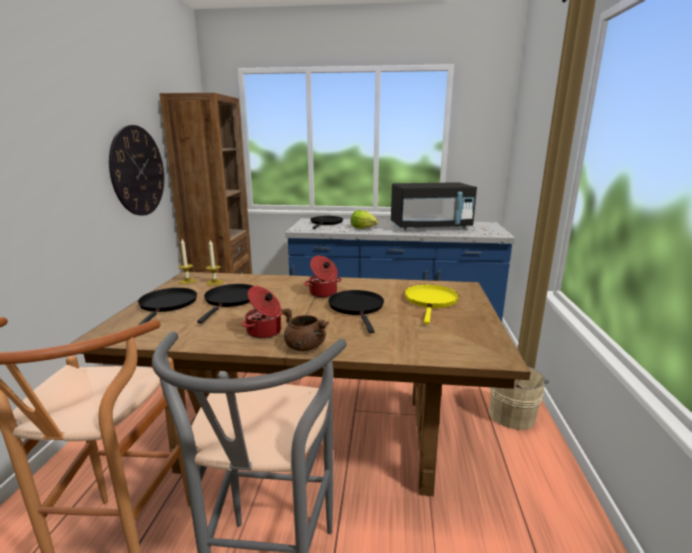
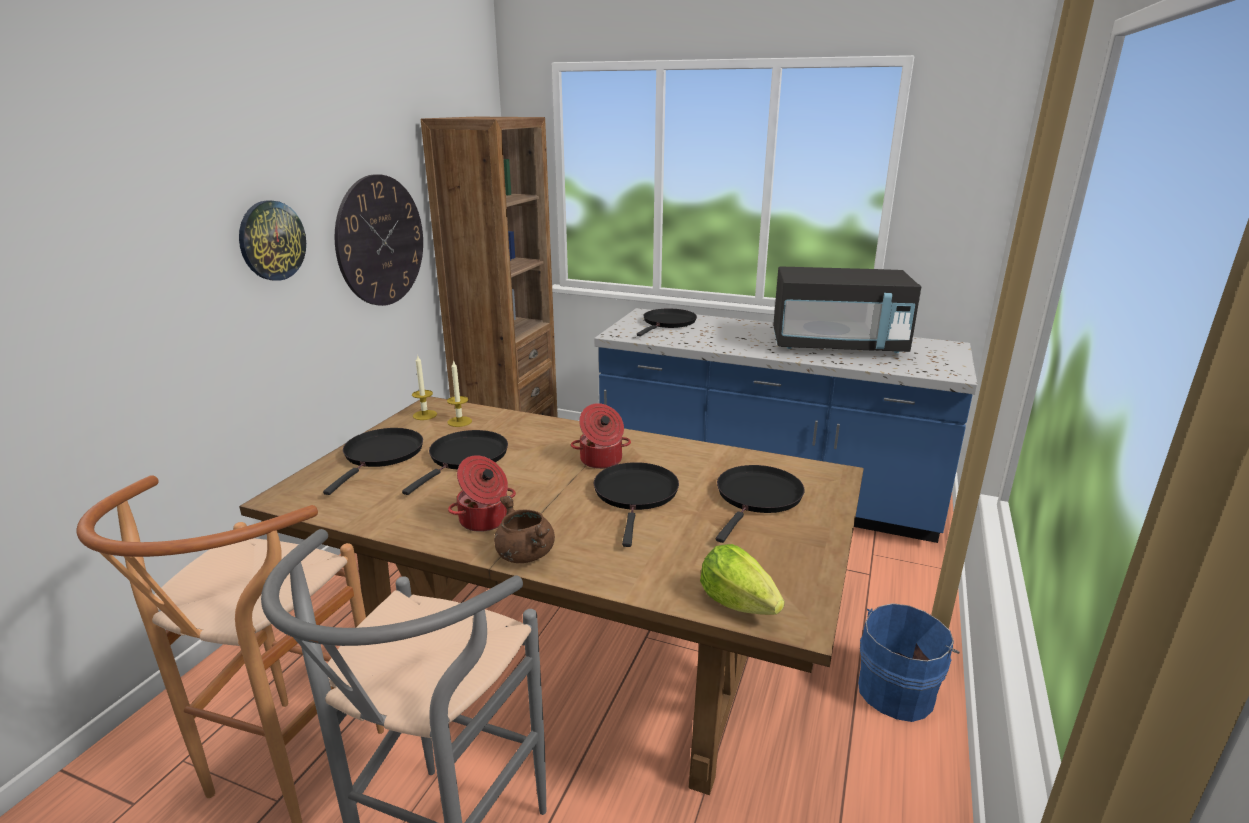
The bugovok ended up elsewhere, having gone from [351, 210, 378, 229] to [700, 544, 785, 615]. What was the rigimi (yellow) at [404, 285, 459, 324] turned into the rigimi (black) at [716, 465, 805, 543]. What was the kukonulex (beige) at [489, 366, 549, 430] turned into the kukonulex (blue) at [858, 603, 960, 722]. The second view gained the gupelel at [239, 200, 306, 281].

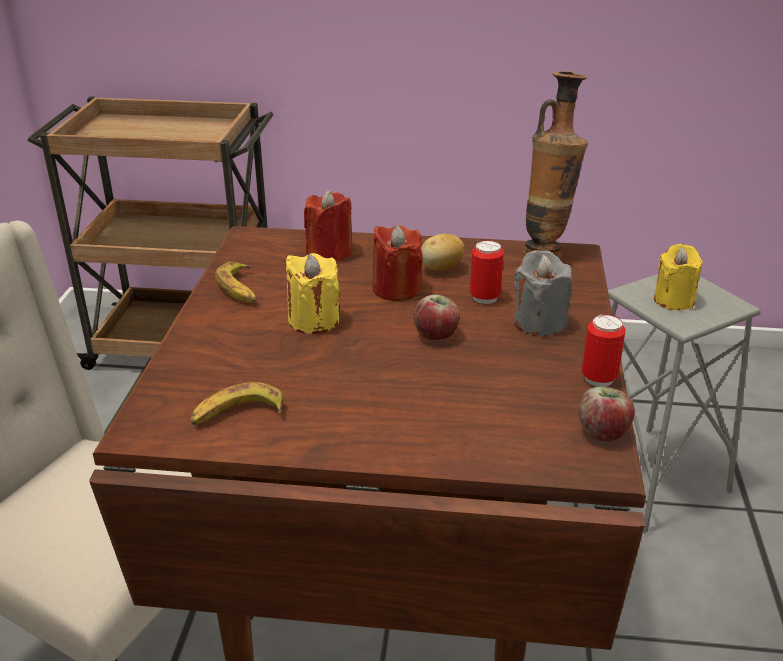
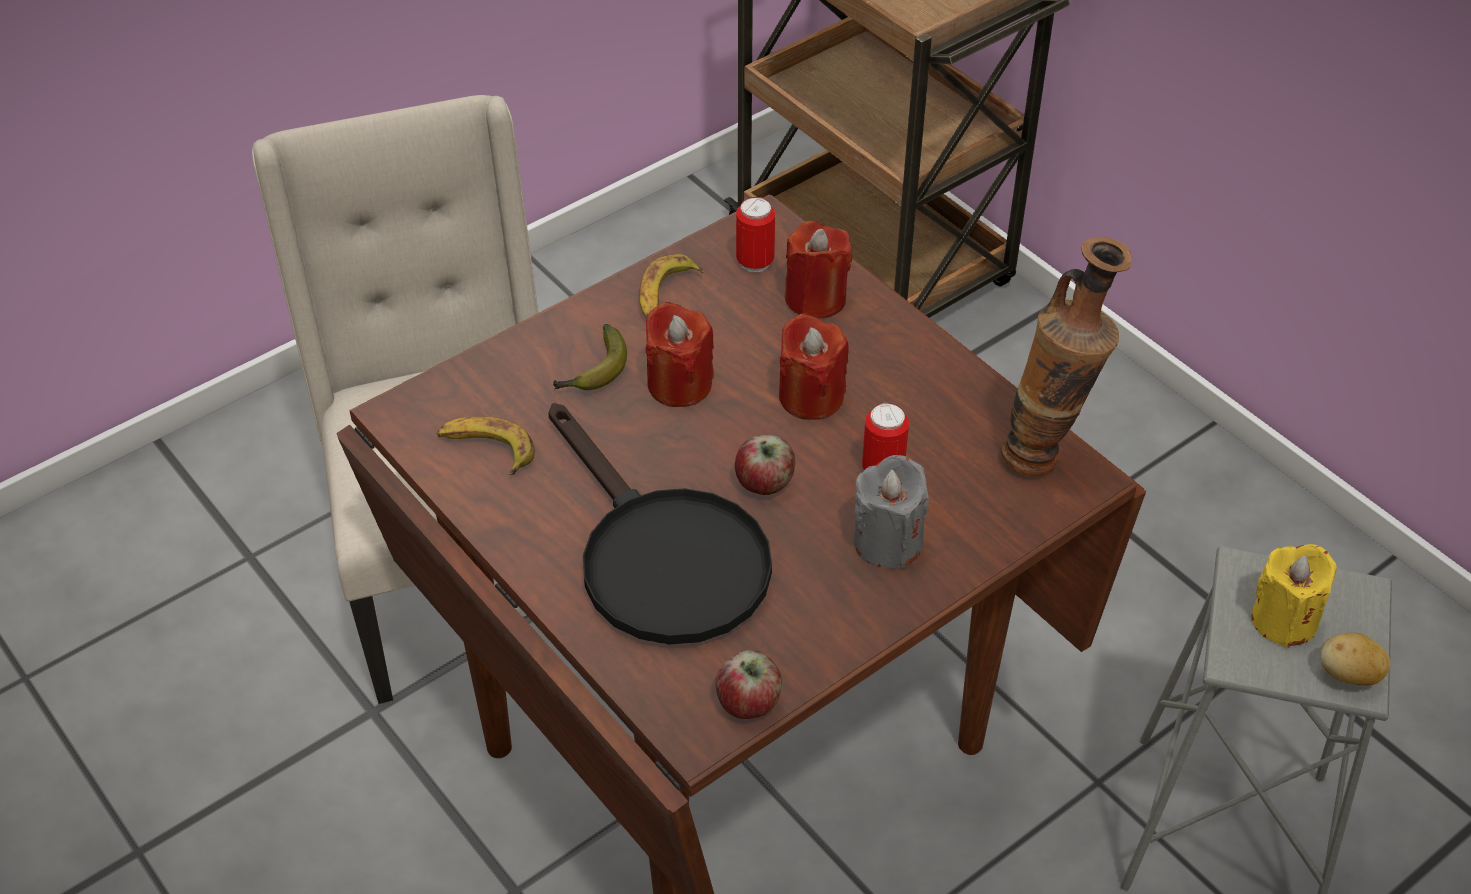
What was the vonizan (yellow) at [286, 253, 340, 334] turned into the vonizan (red) at [646, 302, 714, 407]. The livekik ended up elsewhere, having gone from [421, 234, 464, 270] to [1320, 633, 1391, 686]. The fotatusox ended up elsewhere, having gone from [582, 314, 626, 387] to [736, 197, 775, 272]. The second view gained the rigimi (black) at [548, 403, 772, 645]. The second view gained the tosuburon at [553, 324, 627, 390].

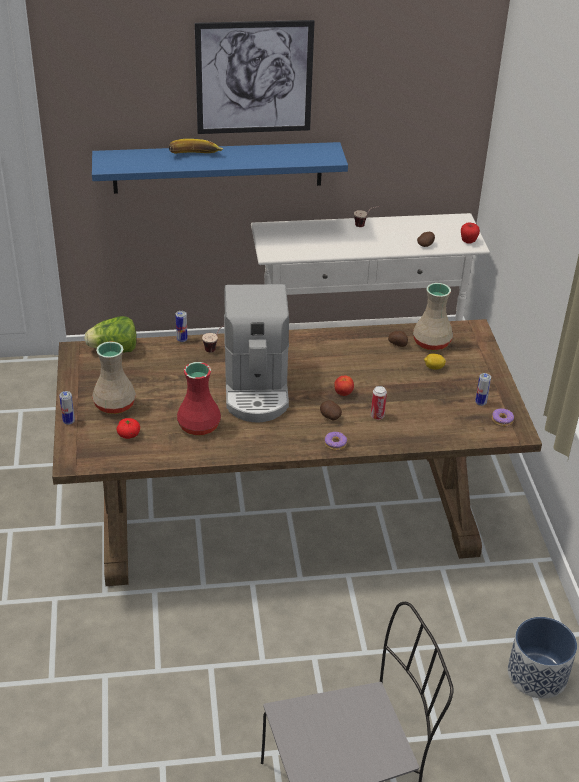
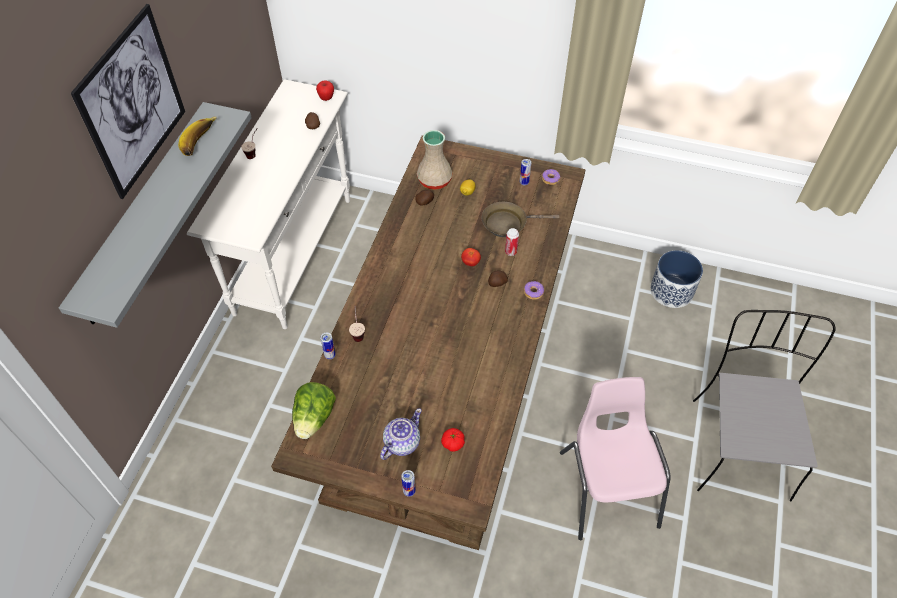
What was the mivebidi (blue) at [92, 142, 348, 194] turned into the mivebidi (grey) at [59, 102, 252, 328]. Where the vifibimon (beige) stood at [92, 341, 136, 414], the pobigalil came to stand at [380, 408, 422, 460]. The tosuburon ended up elsewhere, having gone from [169, 139, 223, 153] to [178, 116, 217, 156]. The second view lost the vifibimon (red) at [177, 362, 221, 436]. The second view lost the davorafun at [224, 284, 289, 423]. The second view gained the rigimi (brown) at [481, 202, 560, 237]. The second view gained the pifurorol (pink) at [560, 377, 671, 540].

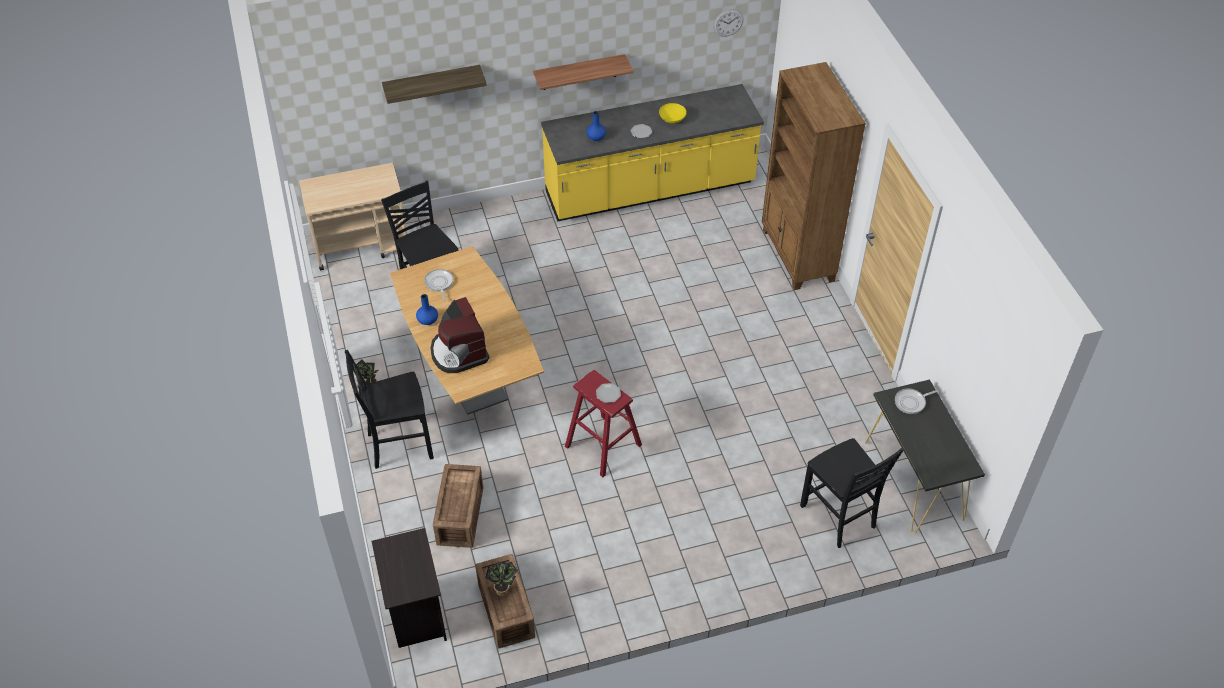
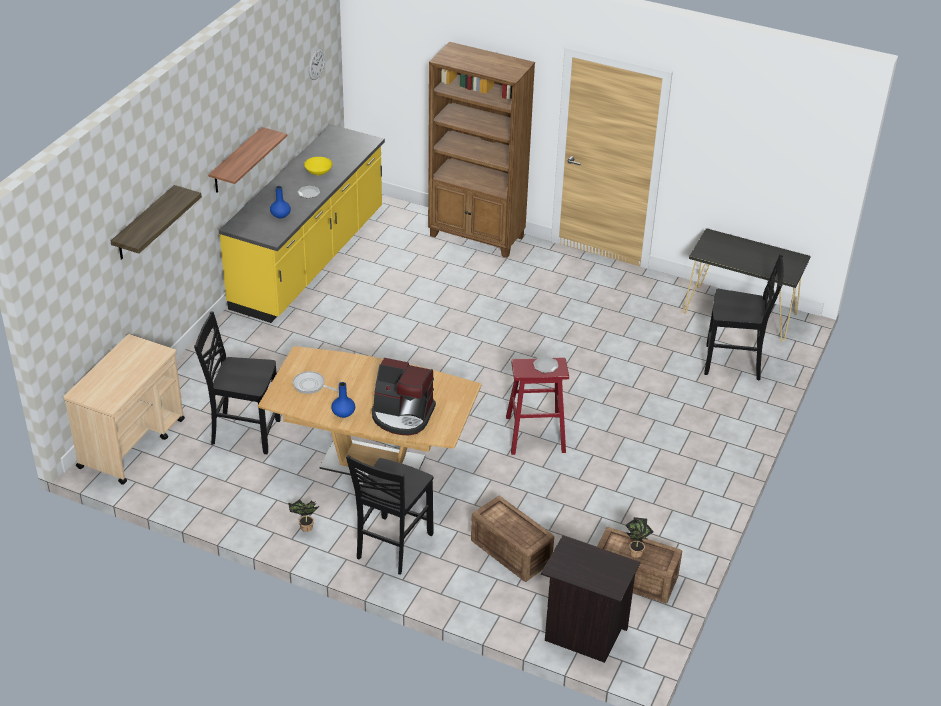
The second view lost the rigimi at [895, 388, 939, 414].

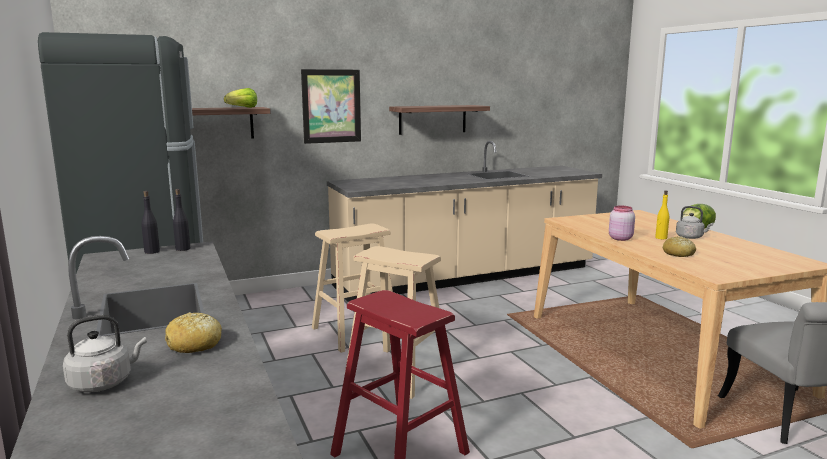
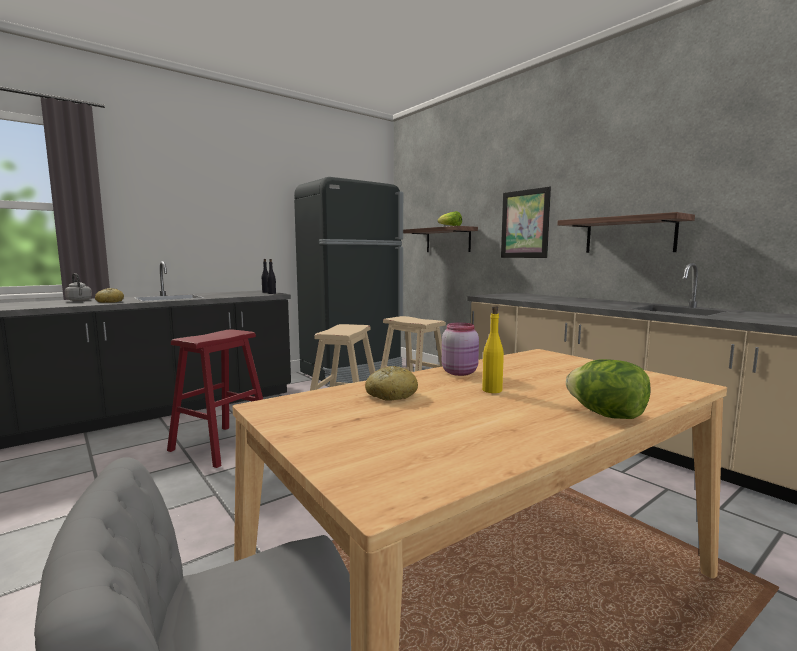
The second view lost the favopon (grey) at [676, 206, 713, 239].

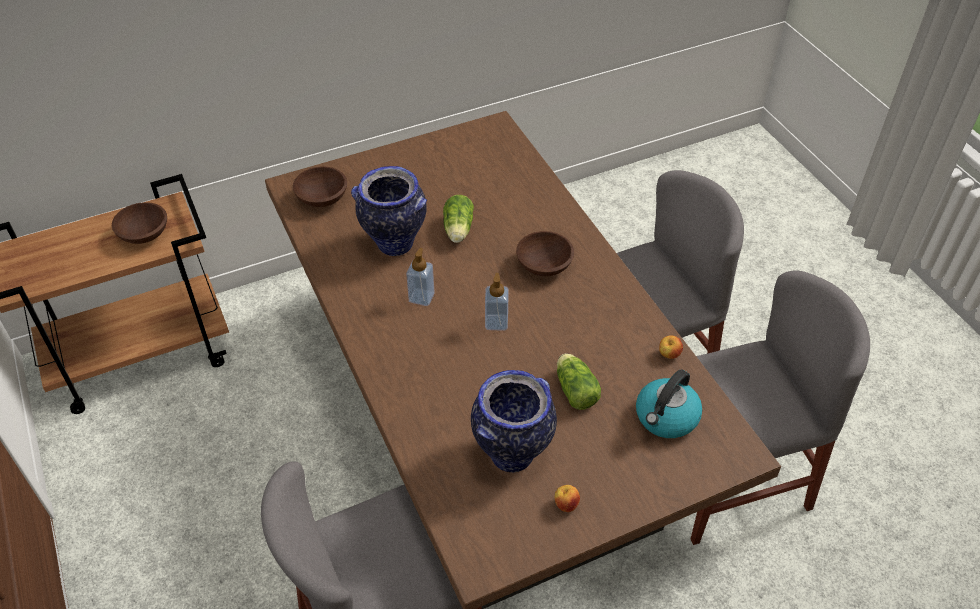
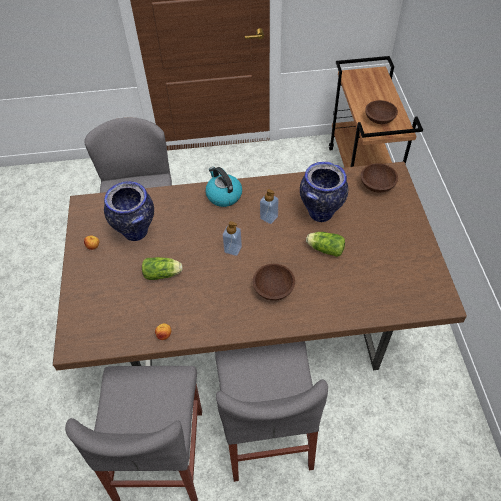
The favopon ended up elsewhere, having gone from [636, 369, 702, 438] to [205, 167, 242, 207].

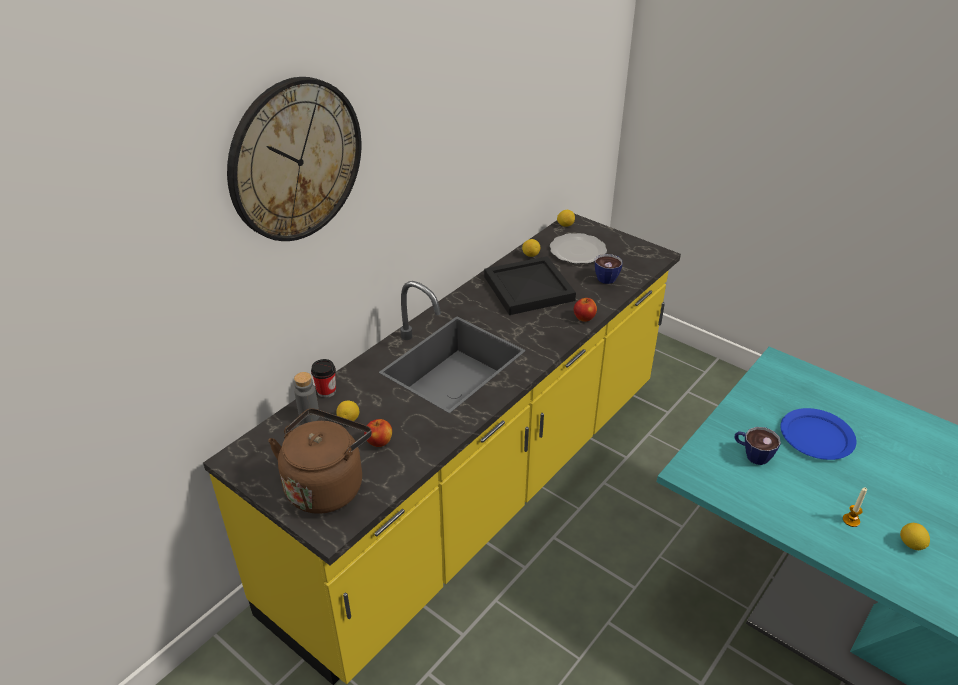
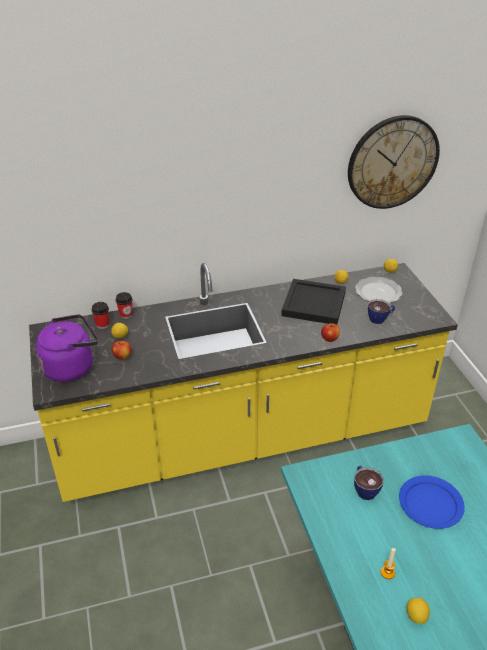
The gupelel ended up elsewhere, having gone from [227, 77, 361, 241] to [348, 115, 440, 209]. What was the favopon (brown) at [268, 408, 372, 514] turned into the favopon (purple) at [35, 314, 98, 382]. Where the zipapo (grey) stood at [294, 372, 320, 423], the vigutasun came to stand at [92, 302, 109, 329].

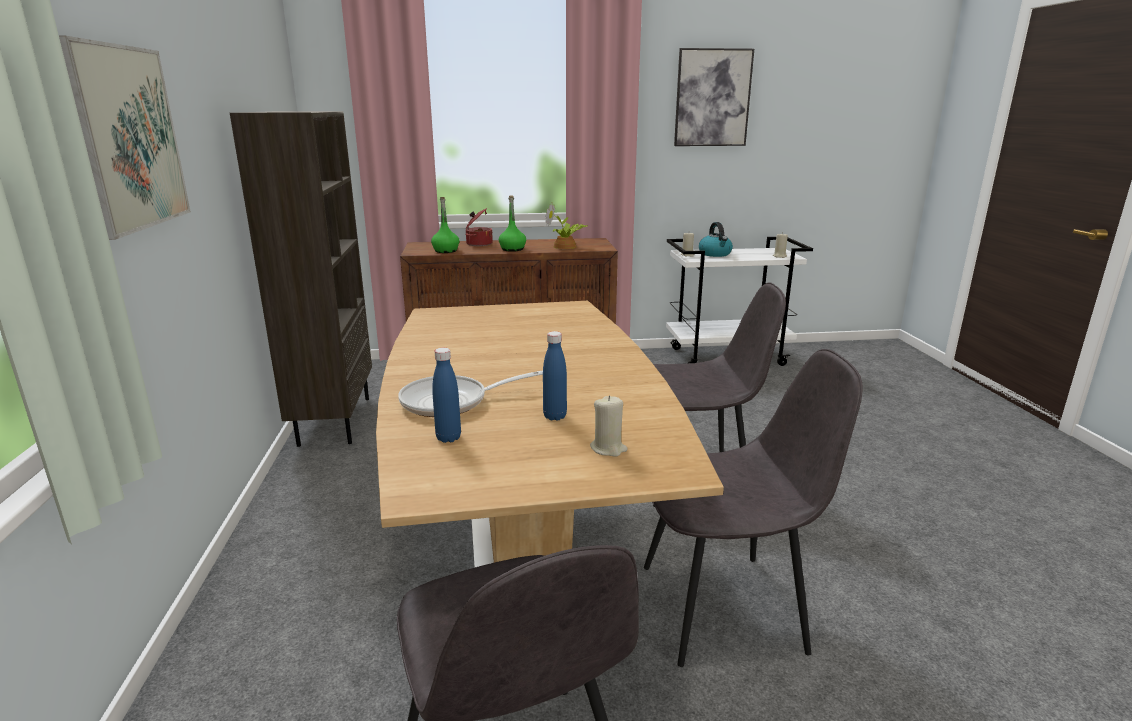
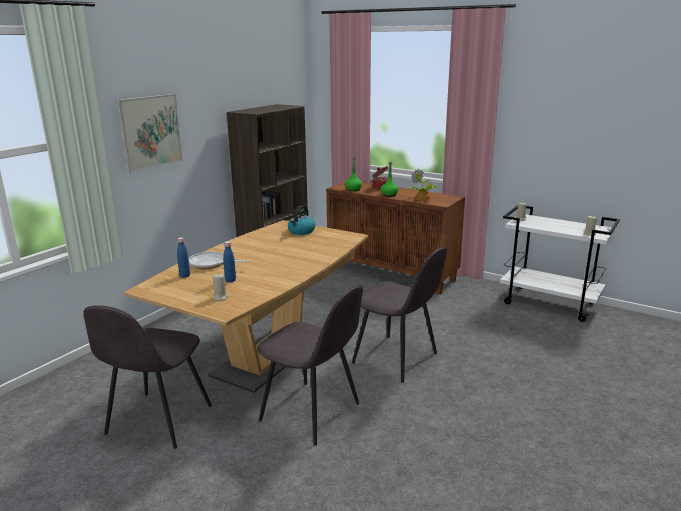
The second view lost the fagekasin at [674, 48, 754, 146]. The favopon ended up elsewhere, having gone from [699, 222, 733, 257] to [288, 206, 315, 235].

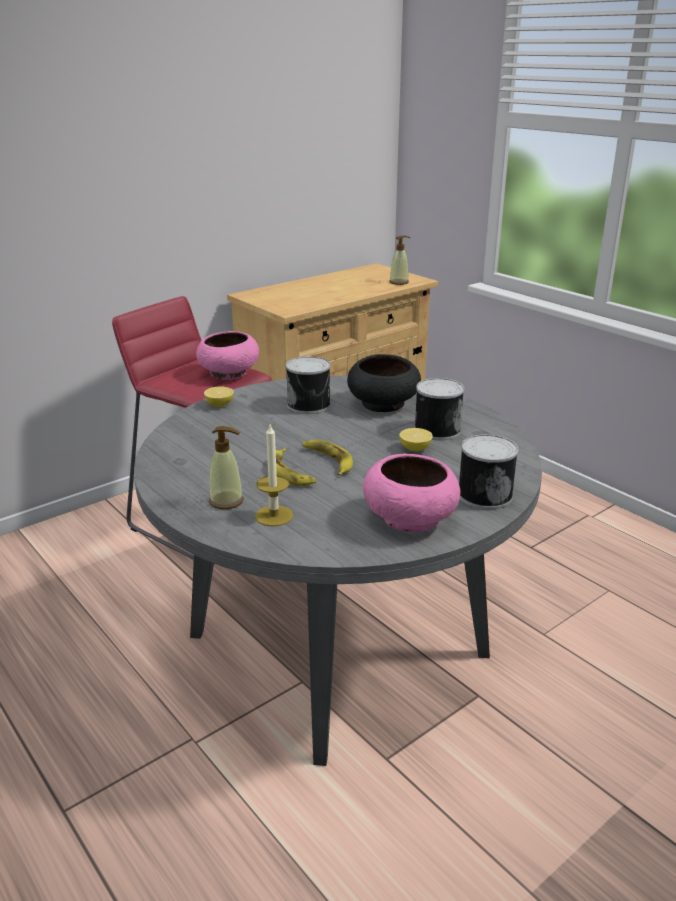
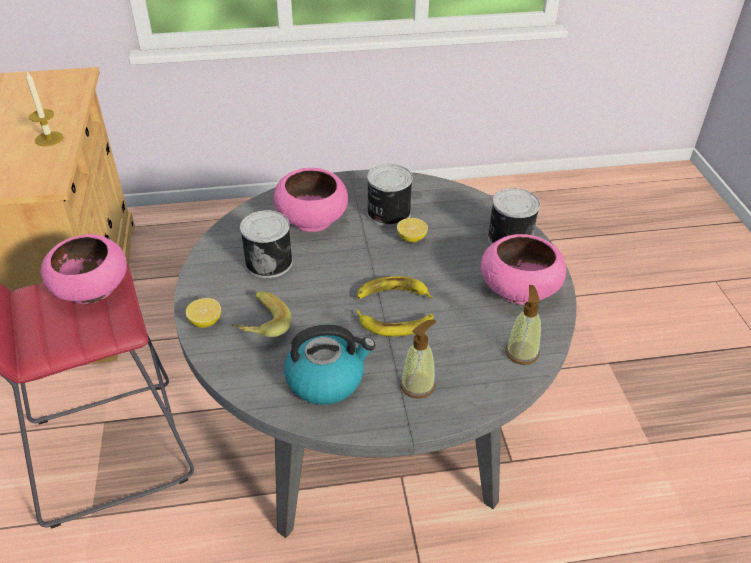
The vonizan ended up elsewhere, having gone from [255, 425, 293, 526] to [26, 72, 64, 146]. What was the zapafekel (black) at [347, 354, 421, 412] turned into the zapafekel (pink) at [273, 168, 348, 232]. The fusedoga ended up elsewhere, having gone from [389, 236, 410, 285] to [505, 285, 541, 365]. The second view gained the tosuburon at [231, 291, 291, 337]. The second view gained the favopon at [284, 324, 375, 405].

